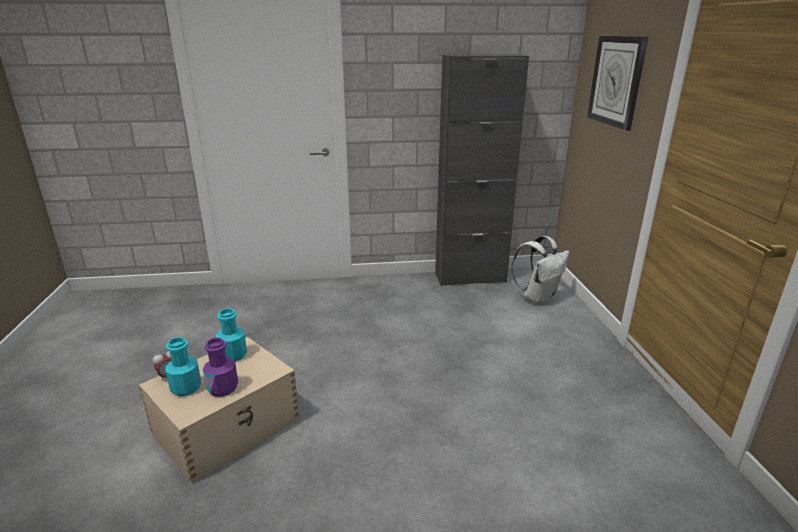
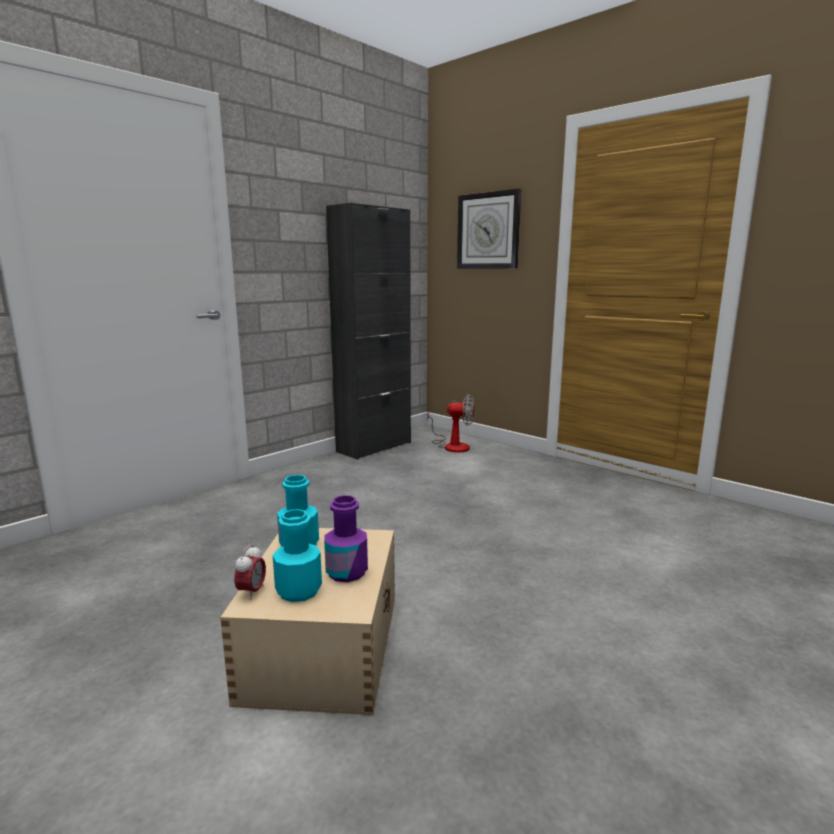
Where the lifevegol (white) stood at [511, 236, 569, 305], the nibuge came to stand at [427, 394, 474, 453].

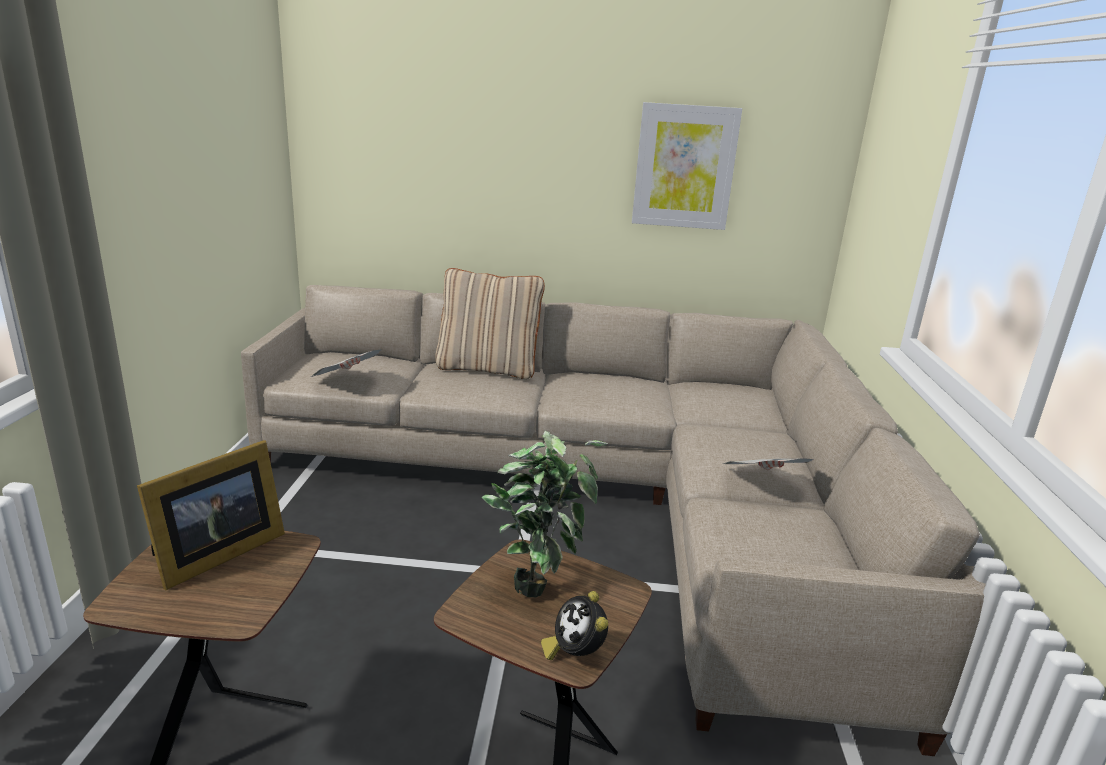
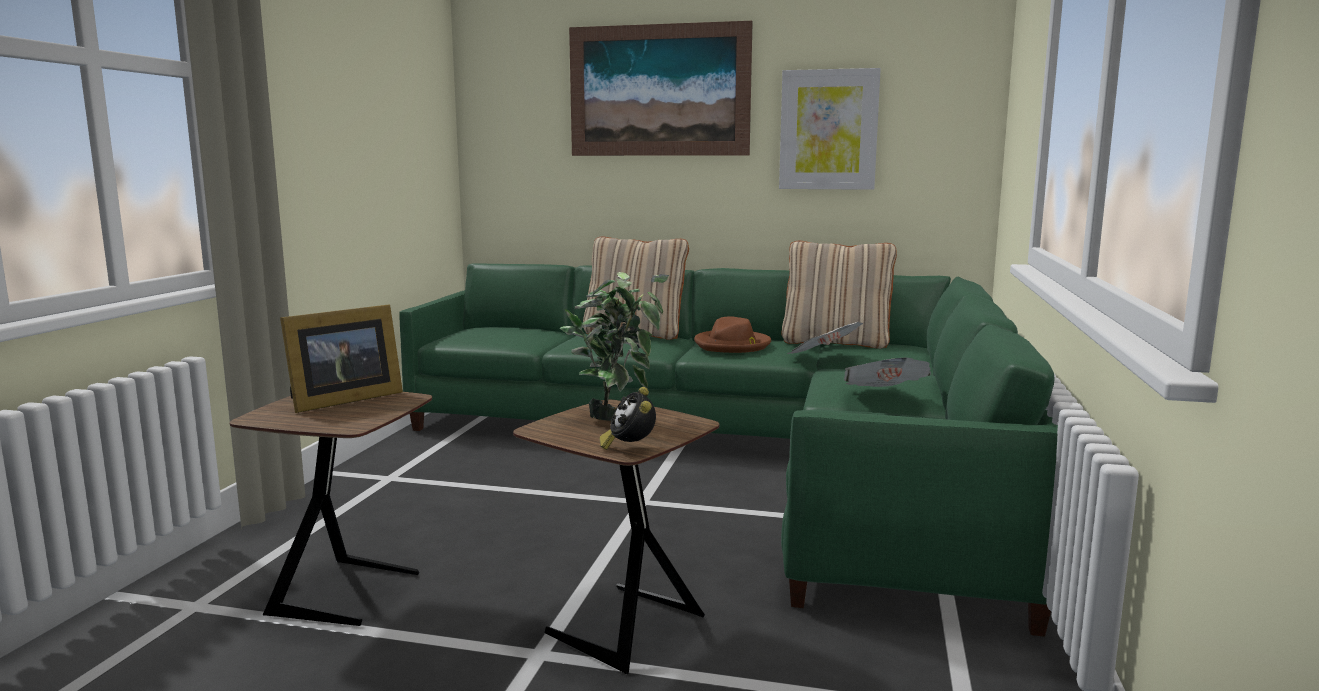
What was the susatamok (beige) at [241, 285, 986, 756] turned into the susatamok (green) at [399, 263, 1058, 637]. The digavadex ended up elsewhere, having gone from [311, 350, 381, 377] to [787, 321, 863, 354]. The second view gained the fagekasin at [569, 21, 753, 156]. The second view gained the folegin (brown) at [694, 316, 771, 353]. The second view gained the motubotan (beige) at [781, 241, 897, 349].

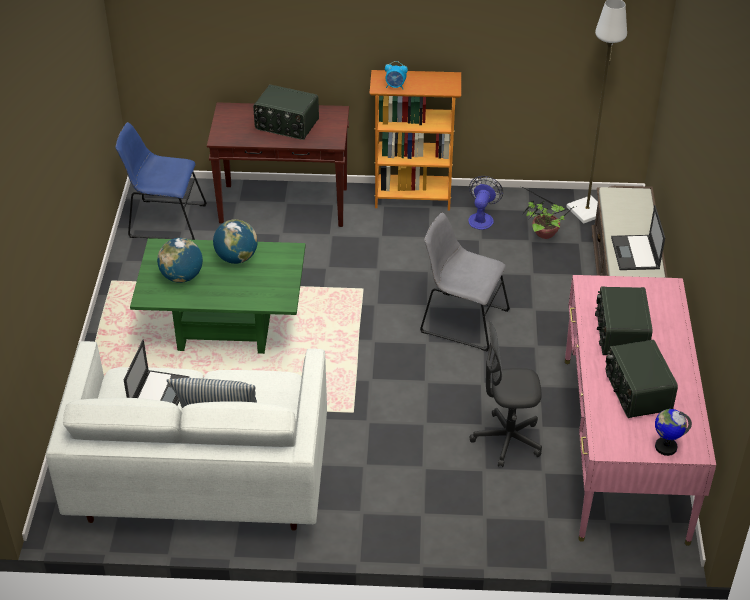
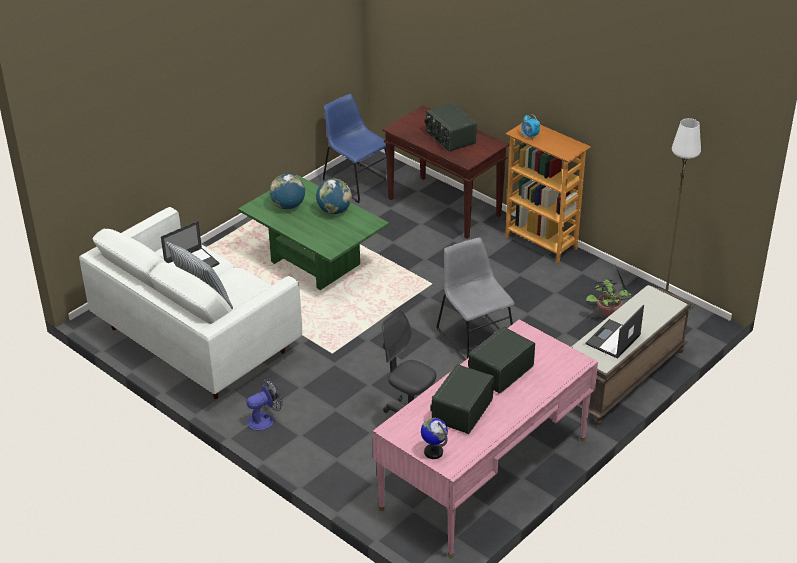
The nibuge ended up elsewhere, having gone from [468, 176, 503, 230] to [247, 378, 282, 431].

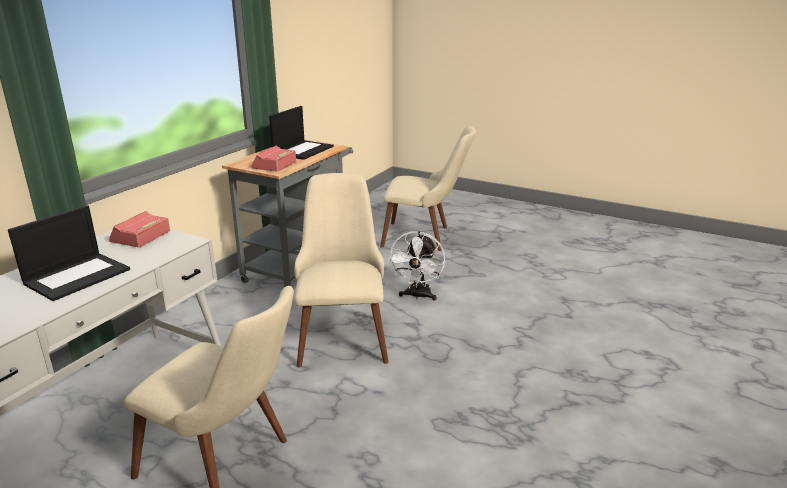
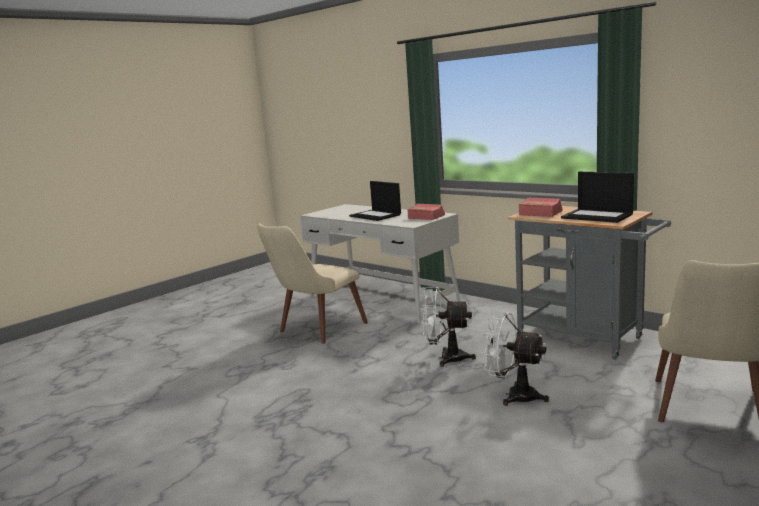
Where the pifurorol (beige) stood at [294, 173, 389, 367], the nibuge (white) came to stand at [421, 287, 476, 367].

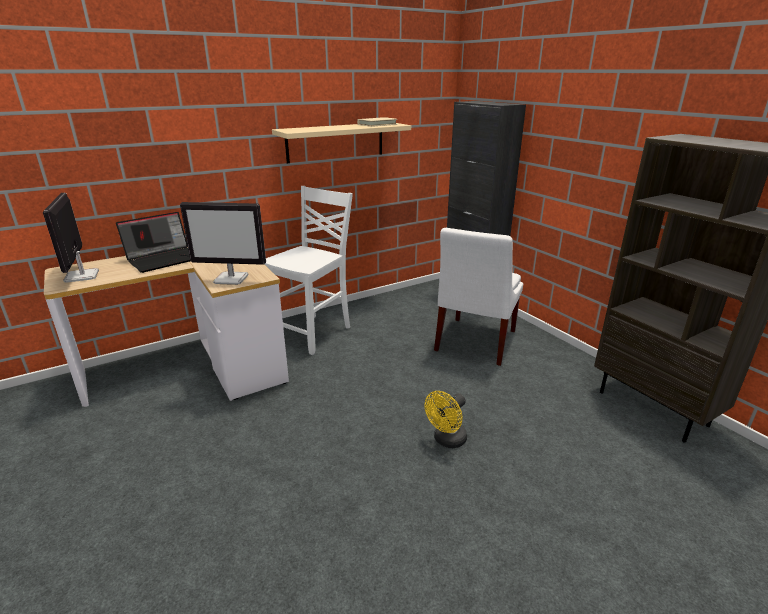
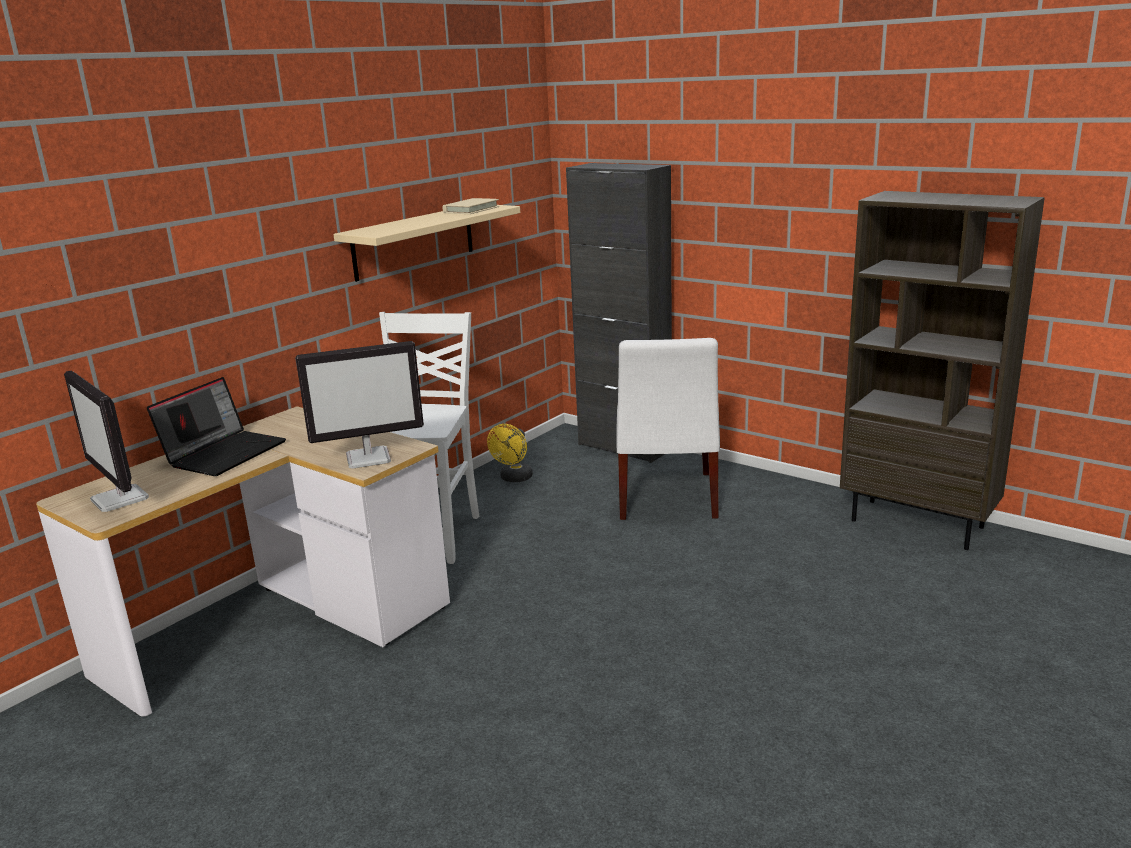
The nibuge (yellow) ended up elsewhere, having gone from [424, 391, 467, 448] to [487, 424, 533, 482].

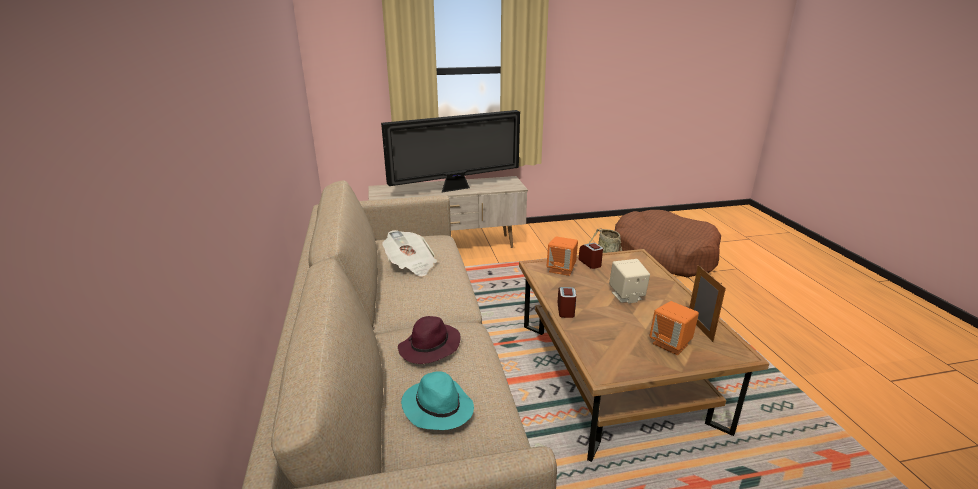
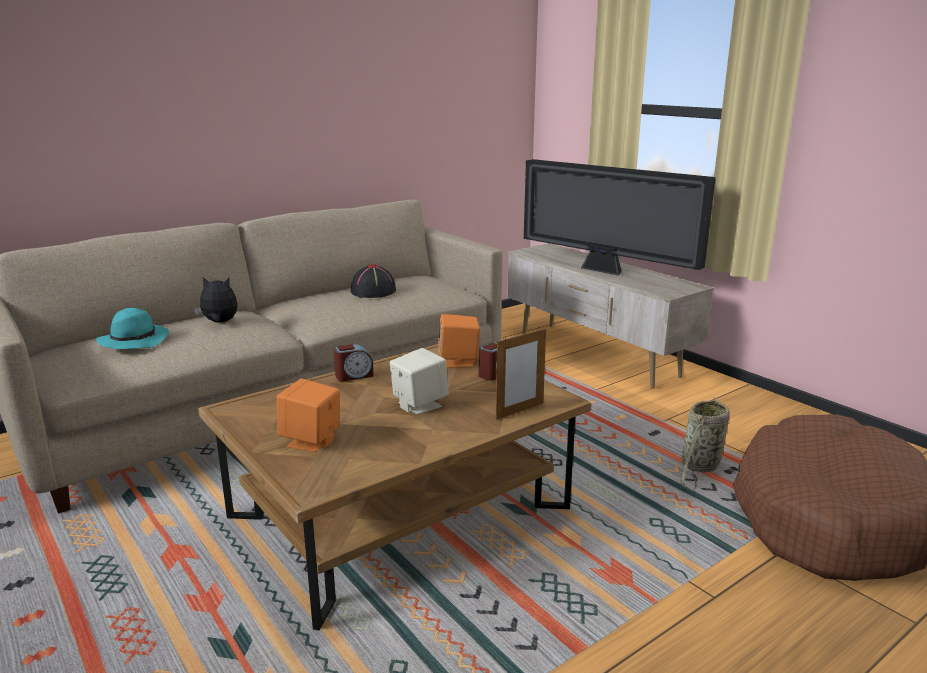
Where the digavadex stood at [382, 230, 437, 276], the folegin (black) came to stand at [350, 264, 396, 298]. Where the folegin (purple) stood at [398, 316, 460, 364], the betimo came to stand at [194, 277, 238, 323]. The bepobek ended up elsewhere, having gone from [689, 265, 726, 342] to [496, 328, 546, 420].

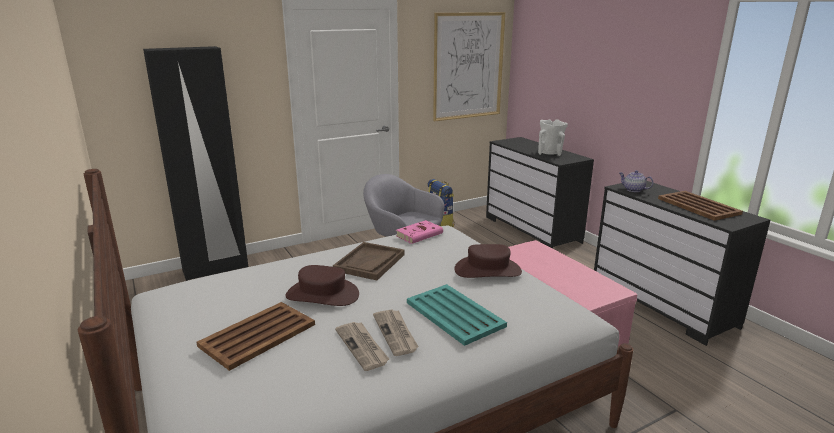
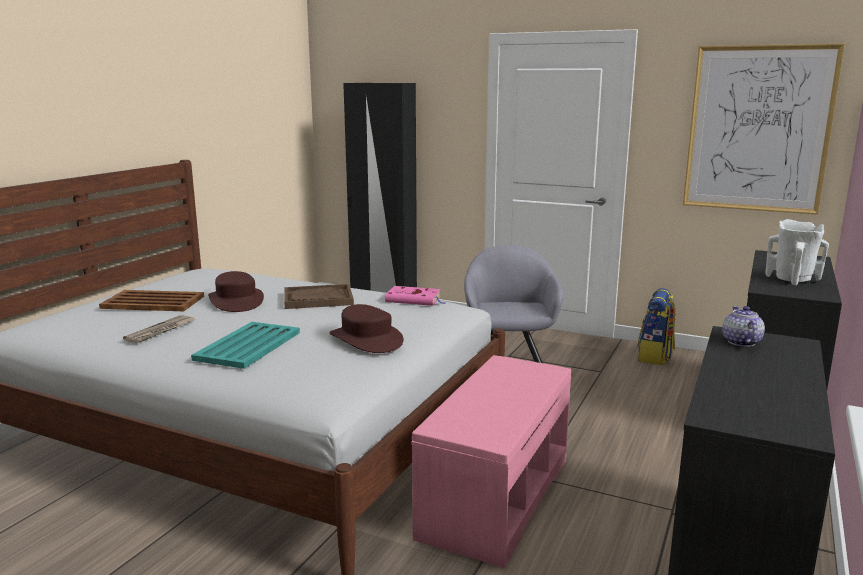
The second view lost the digavadex at [373, 309, 419, 356]. The second view lost the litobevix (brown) at [658, 191, 743, 221].

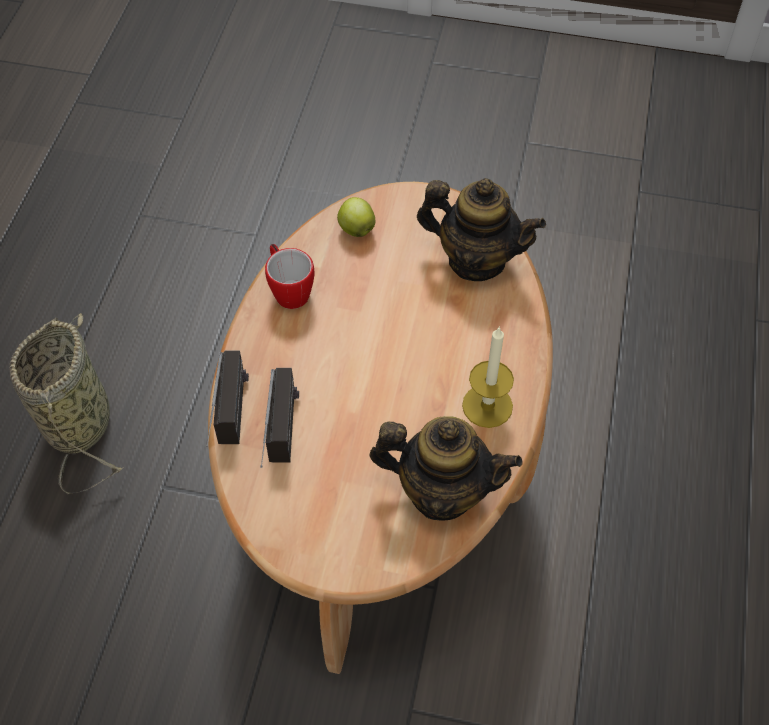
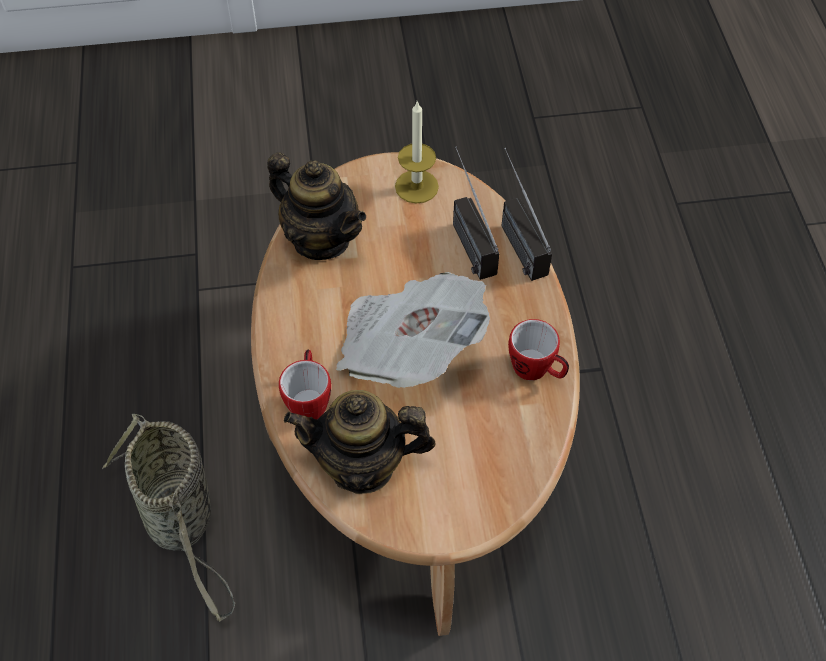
The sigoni ended up elsewhere, having gone from [9, 313, 124, 494] to [102, 414, 235, 622]. The second view lost the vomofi at [337, 197, 375, 237]. The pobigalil at [369, 416, 523, 521] ended up facing another way, 135 degrees counterclockwise from before. The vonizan ended up elsewhere, having gone from [462, 326, 514, 428] to [395, 101, 439, 204]. The second view gained the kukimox at [279, 350, 331, 419]. The second view gained the digavadex at [336, 272, 490, 388].

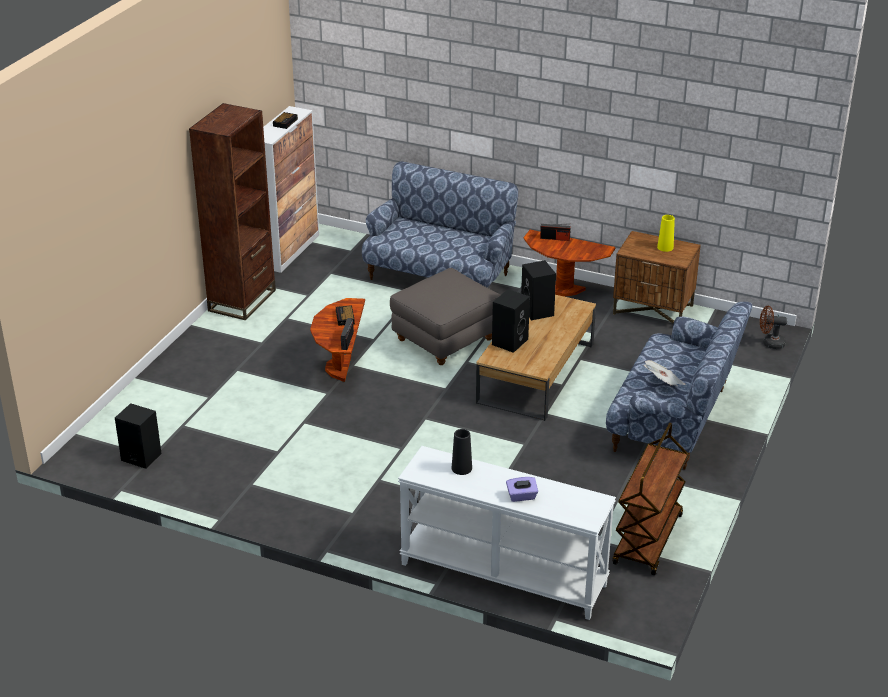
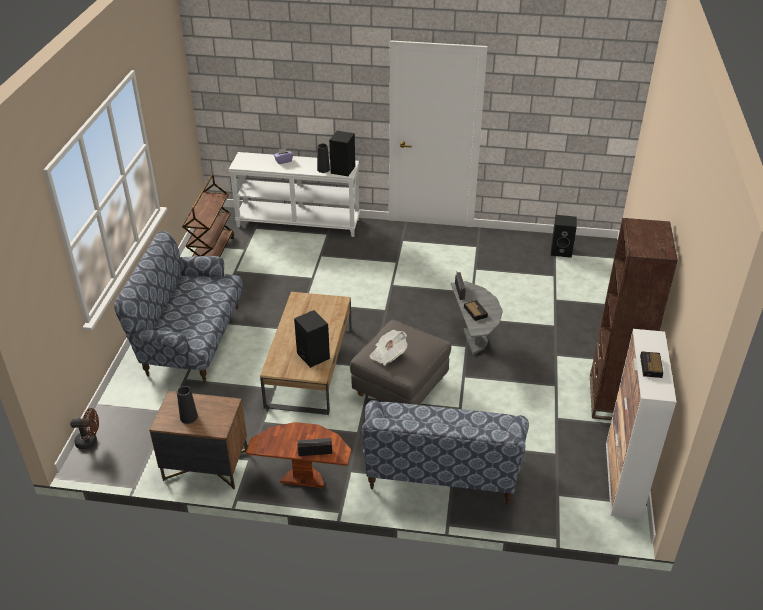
What was the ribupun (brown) at [310, 298, 365, 382] turned into the ribupun (grey) at [451, 281, 502, 355]. The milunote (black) ended up elsewhere, having gone from [492, 289, 530, 353] to [329, 131, 355, 176]. The digavadex ended up elsewhere, having gone from [644, 360, 686, 386] to [370, 330, 408, 365]. What was the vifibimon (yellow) at [657, 215, 675, 252] turned into the vifibimon (black) at [177, 386, 198, 424].

